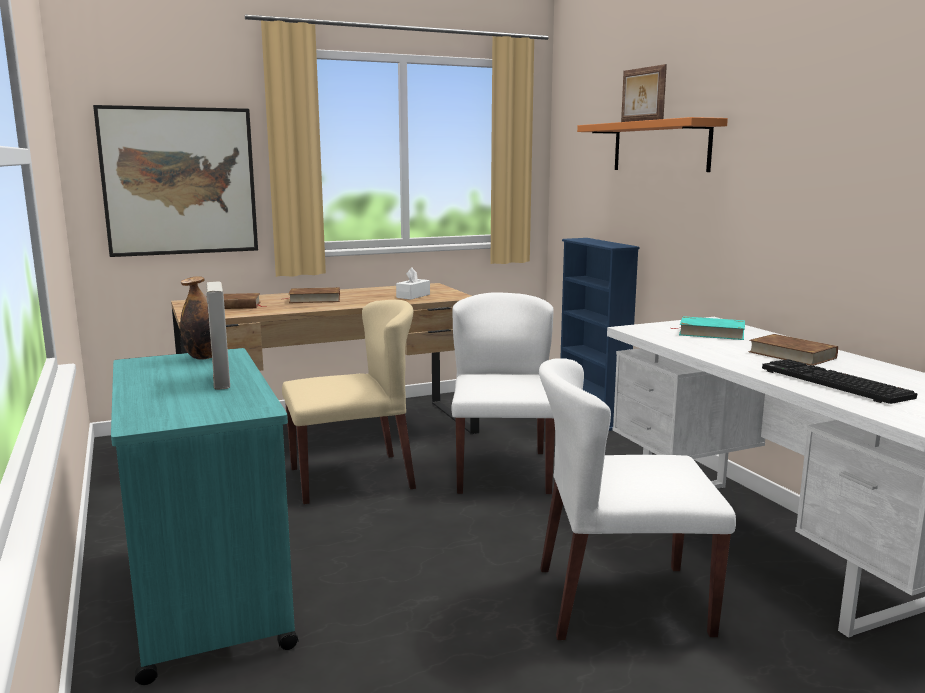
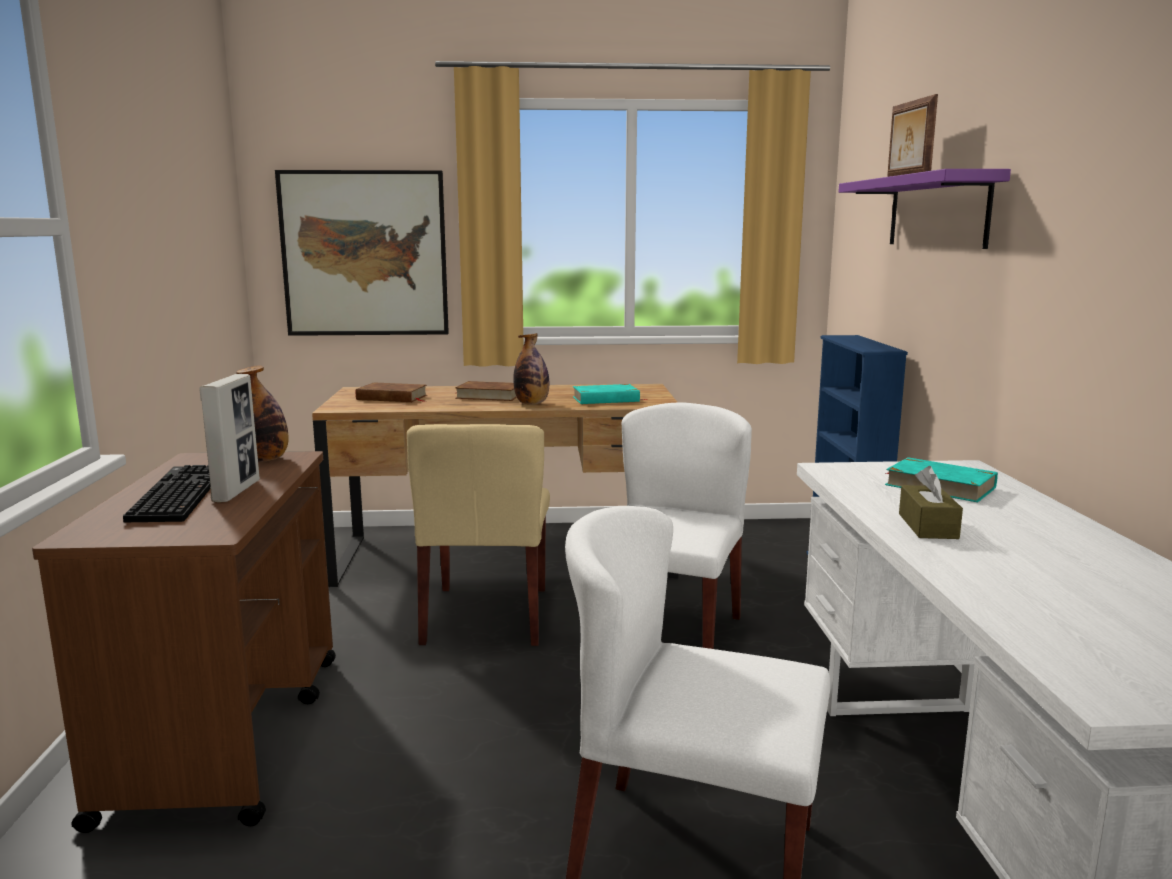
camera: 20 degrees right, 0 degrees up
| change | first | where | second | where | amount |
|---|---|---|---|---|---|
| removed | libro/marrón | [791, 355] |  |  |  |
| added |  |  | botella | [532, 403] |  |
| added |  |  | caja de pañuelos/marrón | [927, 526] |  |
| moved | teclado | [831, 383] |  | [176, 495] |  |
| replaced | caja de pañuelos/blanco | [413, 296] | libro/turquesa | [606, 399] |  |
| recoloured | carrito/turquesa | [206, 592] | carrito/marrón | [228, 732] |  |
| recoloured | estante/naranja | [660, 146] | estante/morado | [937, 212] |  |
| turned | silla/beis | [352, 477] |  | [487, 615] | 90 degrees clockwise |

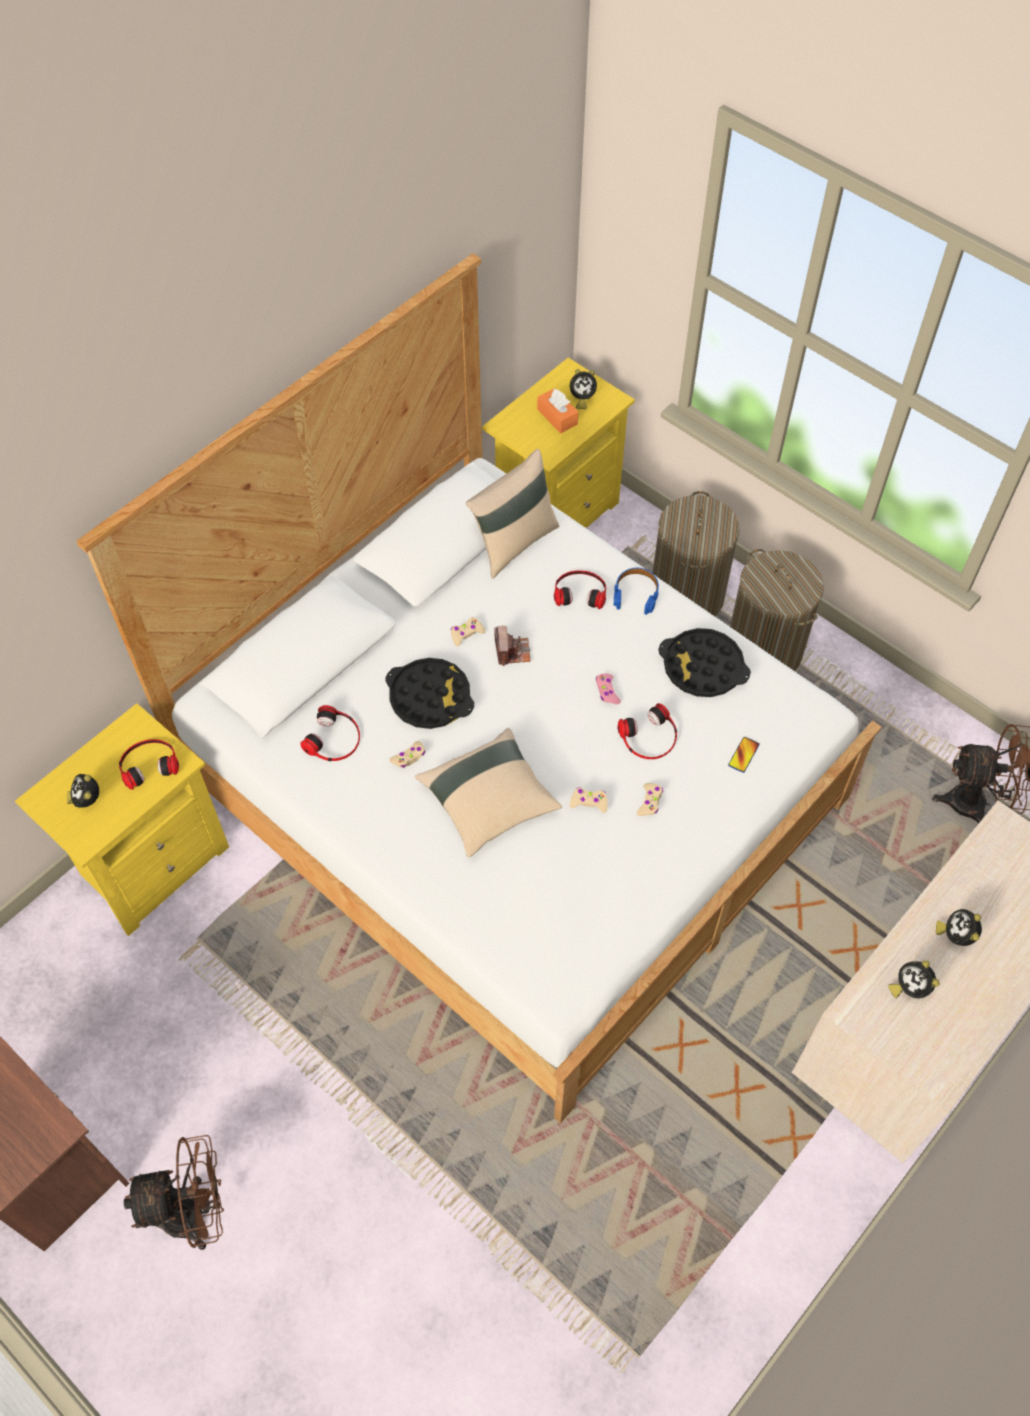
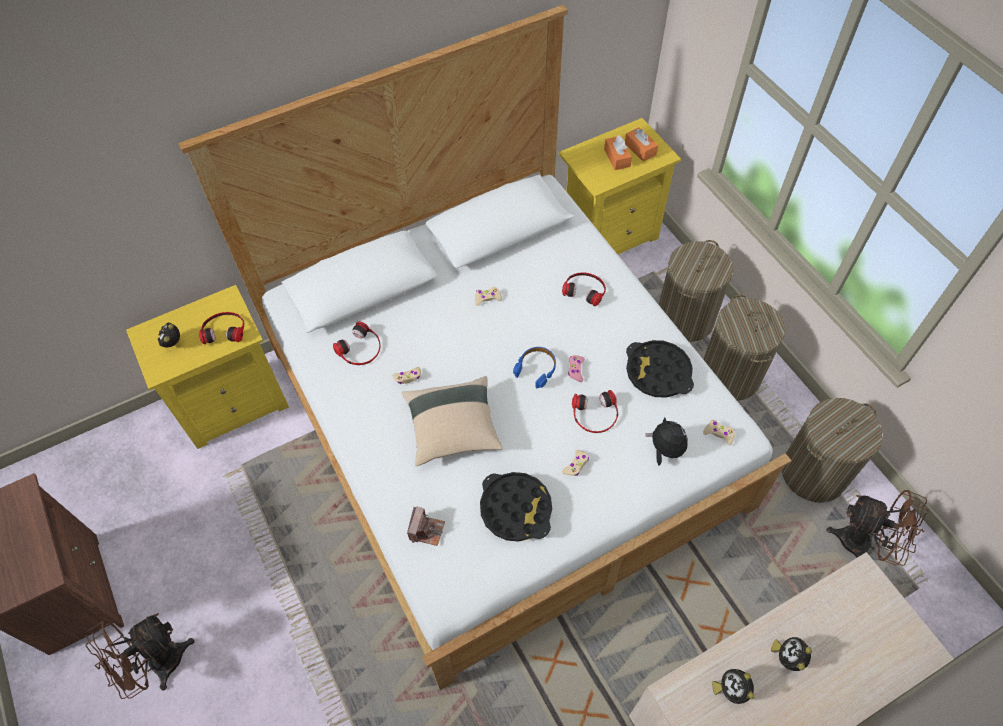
camera: 20 degrees right, 0 degrees up
| change | first | where | second | where | amount |
|---|---|---|---|---|---|
| removed | cojín/beis | [514, 542] |  |  |  |
| added |  |  | cesto de la ropa | [813, 472] |  |
| moved | bandeja/negro | [430, 698] |  | [516, 509] |  |
| moved | cámara | [512, 651] |  | [426, 530] |  |
| moved | mando de consola/beis | [589, 802] |  | [719, 433] |  |
| moved | auriculares/azul | [636, 594] |  | [536, 368] |  |
| replaced | despertador | [581, 399] | caja de pañuelos/naranja | [640, 149] |  |
| replaced | móvil | [743, 755] | peluche | [665, 450] |  |
| turned | ventilador/marrón | [195, 1214] |  | [157, 665] | 135 degrees clockwise |

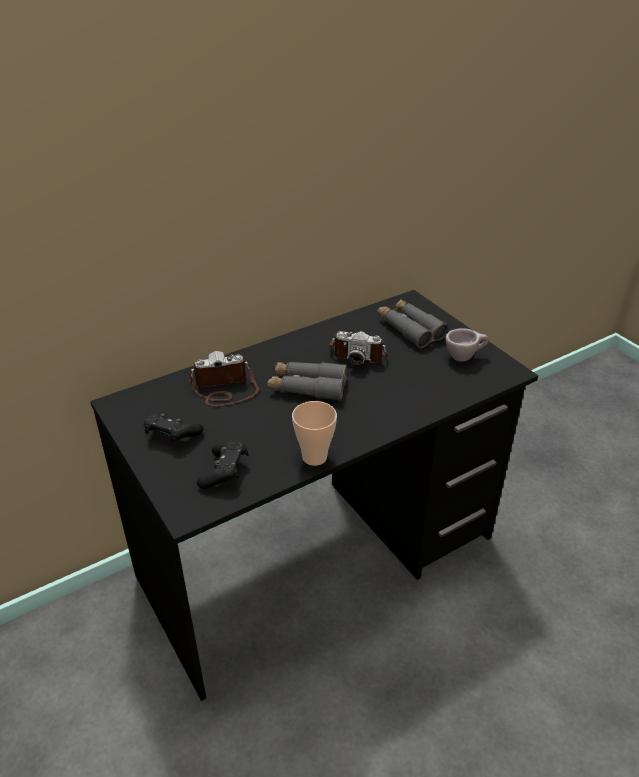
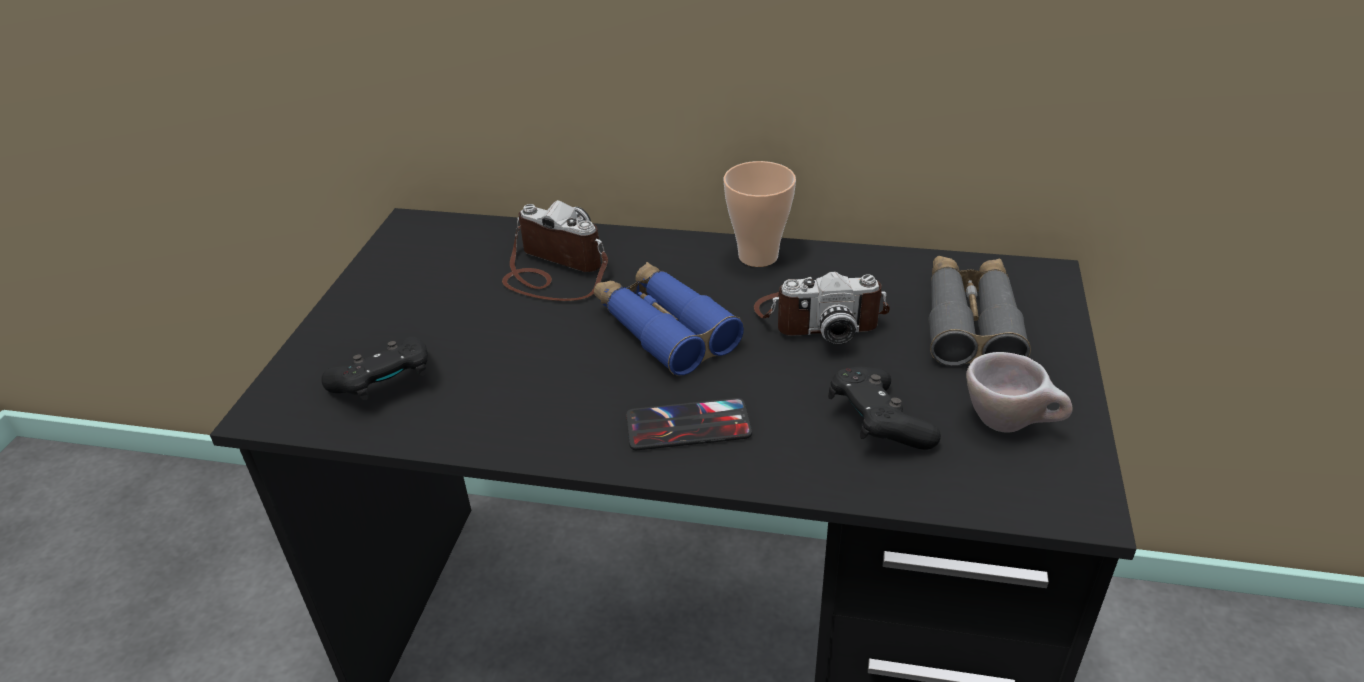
camera: 45 degrees right, 0 degrees up
| change | first | where | second | where | amount |
|---|---|---|---|---|---|
| added |  |  | móvil | [688, 426] |  |
| moved | mando de consola/negro | [172, 435] |  | [877, 424] |  |
| moved | taza | [314, 457] |  | [758, 256] |  |
| recoloured | prismáticos/gris | [307, 387] | prismáticos/azul | [664, 329] |  |
| turned | cámara | [358, 353] |  | [820, 317] | 60 degrees counterclockwise |

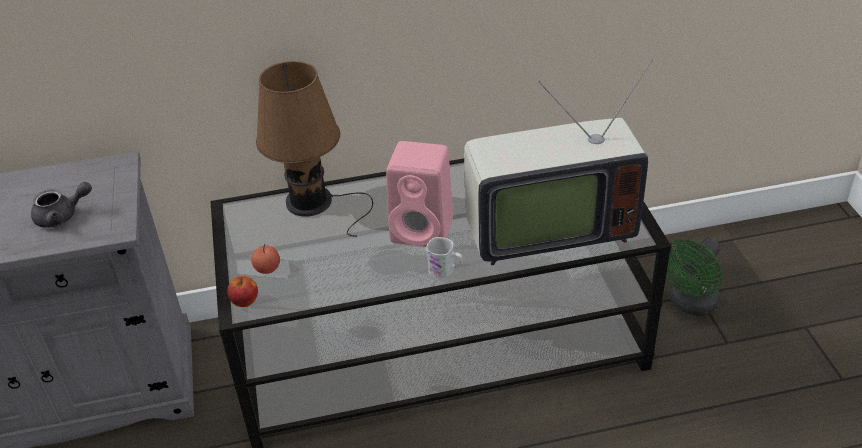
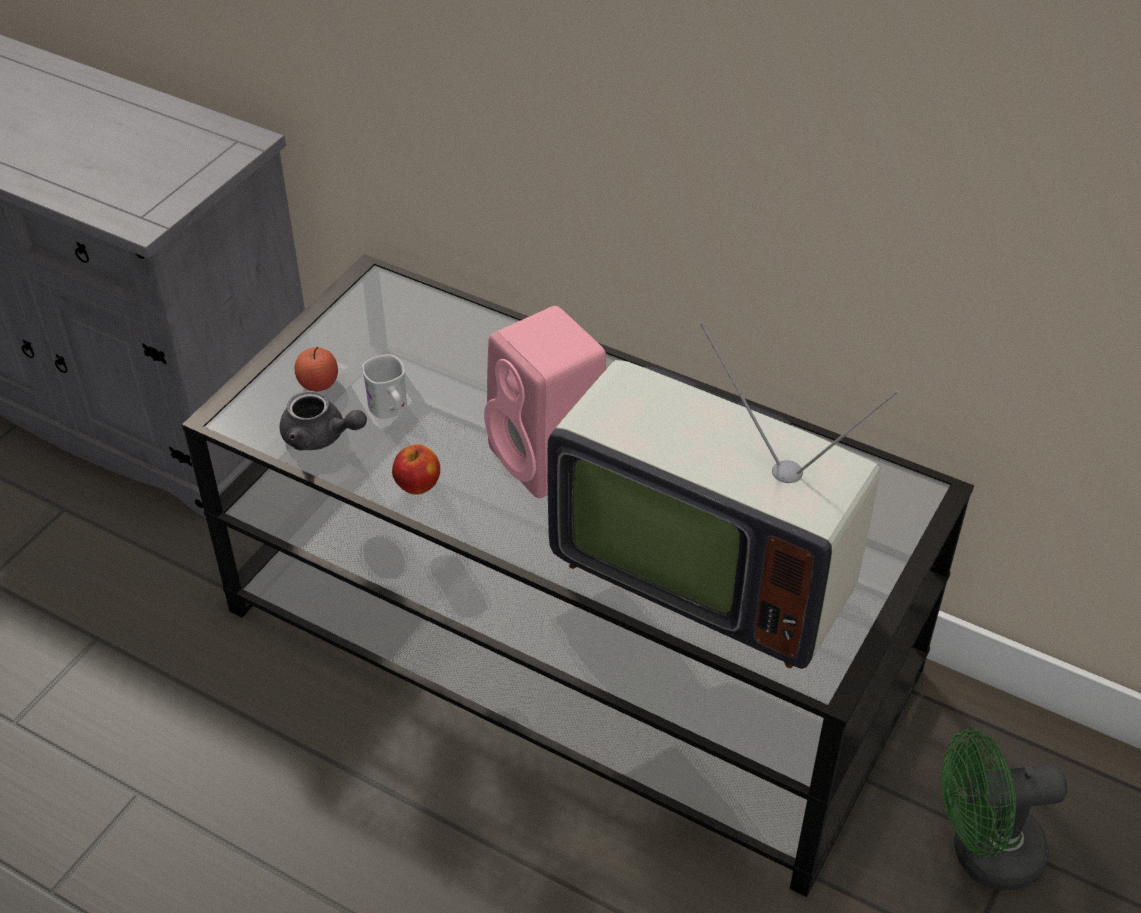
camera: 40 degrees right, 5 degrees up
| change | first | where | second | where | amount |
|---|---|---|---|---|---|
| removed | lámpara de mesa/marrón | [314, 203] |  |  |  |
| moved | tetera/gris | [62, 216] |  | [321, 437] |  |
| moved | manzana | [245, 301] |  | [417, 485] |  |
| moved | taza grande/blanco | [445, 270] |  | [390, 410] |  |

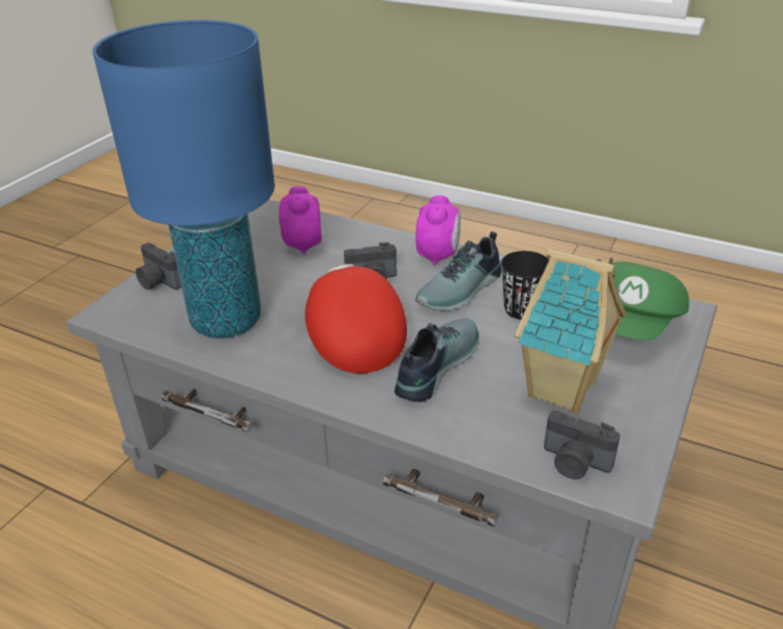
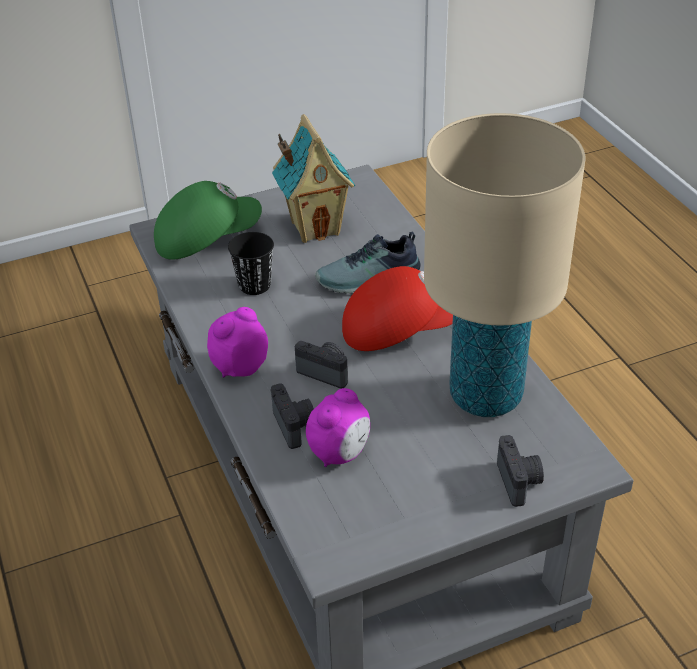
camera: 140 degrees left, 5 degrees up
| change | first | where | second | where | amount |
|---|---|---|---|---|---|
| removed | zapato | [462, 291] |  |  |  |
| moved | cámara | [574, 463] |  | [295, 426] |  |
| recoloured | lámpara de mesa/azul | [226, 321] | lámpara de mesa/beis | [486, 396] |  |
| turned | gorra/rojo | [352, 336] |  | [399, 329] | 120 degrees counterclockwise |

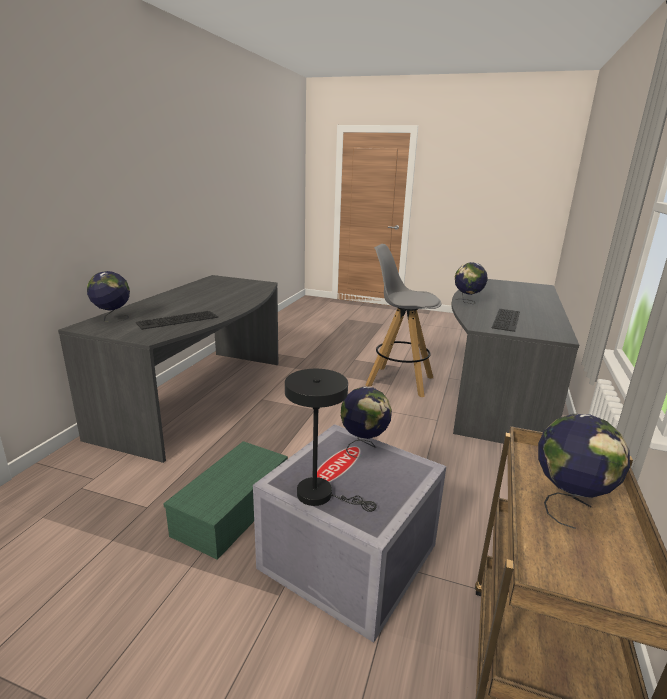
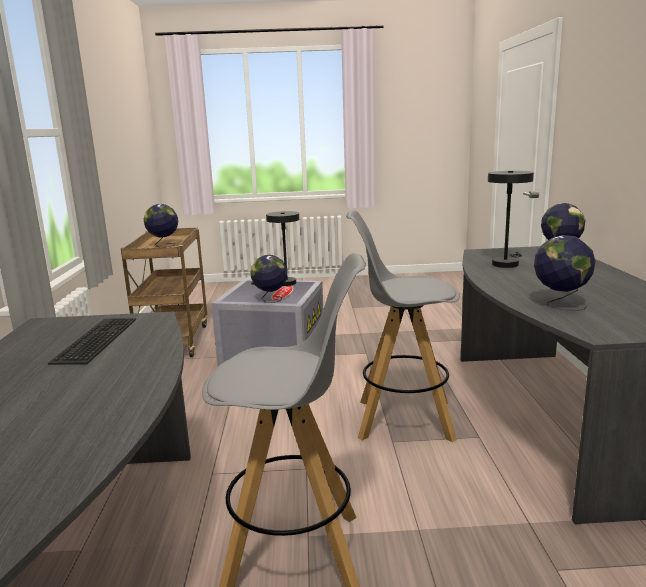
camera: 160 degrees right, 5 degrees down
| change | first | where | second | where | amount |
|---|---|---|---|---|---|
| removed | caja de almacenaje/verde | [232, 511] |  |  |  |
| added |  |  | taburete/gris | [403, 419] |  |
| moved | globo terráqueo | [467, 302] |  | [560, 305] |  |
| replaced | teclado | [177, 320] | lámpara de mesa/negro | [506, 263] |  |

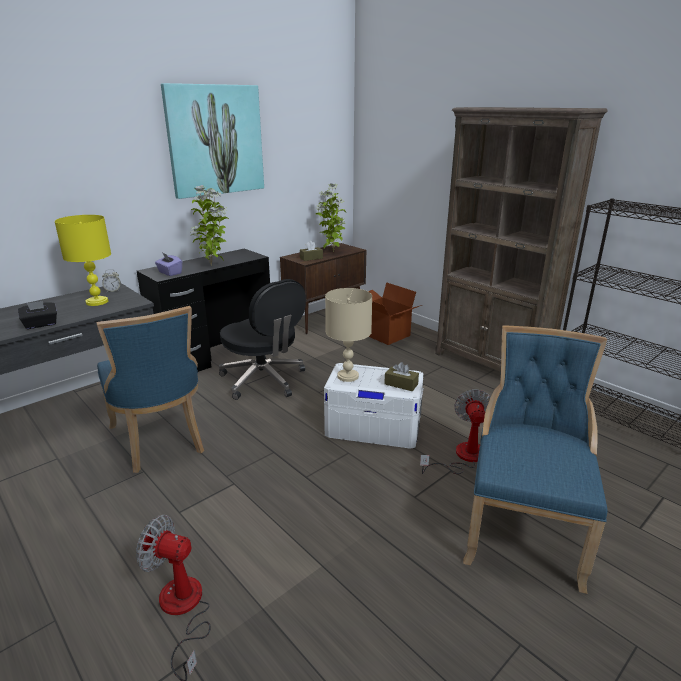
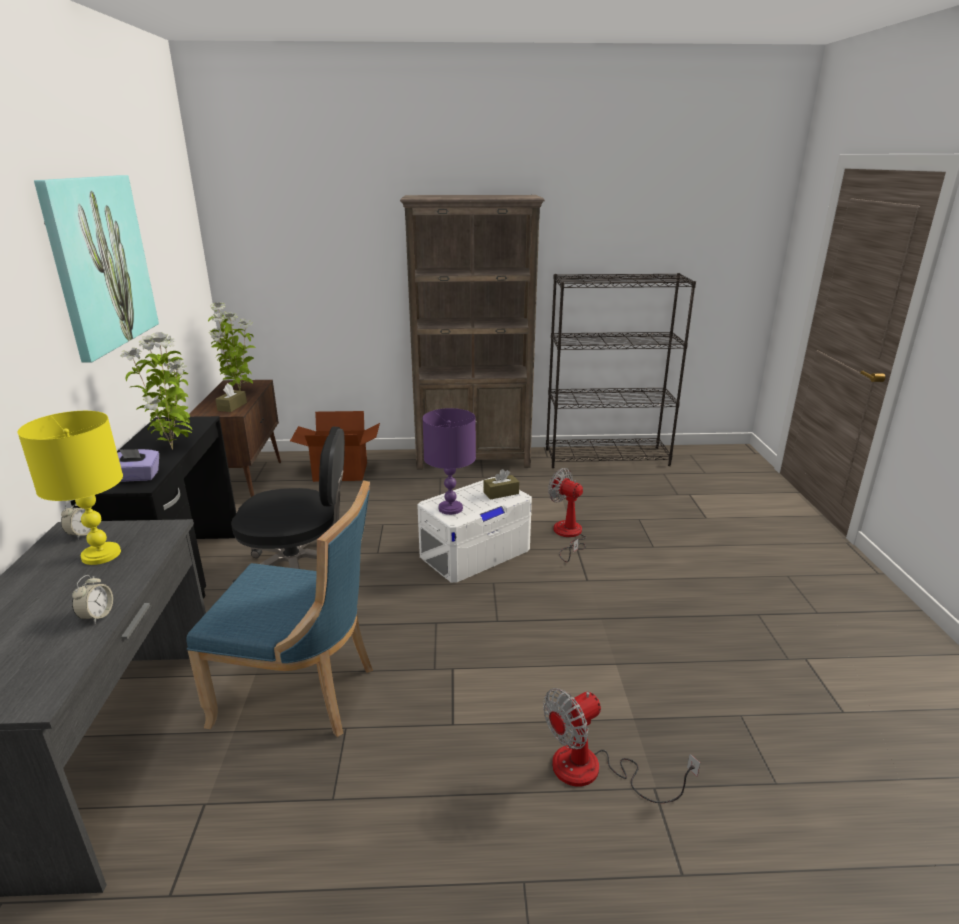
camera: 50 degrees left, 0 degrees up
| change | first | where | second | where | amount |
|---|---|---|---|---|---|
| removed | silla/azul | [523, 528] |  |  |  |
| replaced | caja de pañuelos/negro | [41, 324] | despertador | [97, 616] |  |
| recoloured | lámpara de mesa/beis | [348, 376] | lámpara de mesa/morado | [451, 508] |  |

